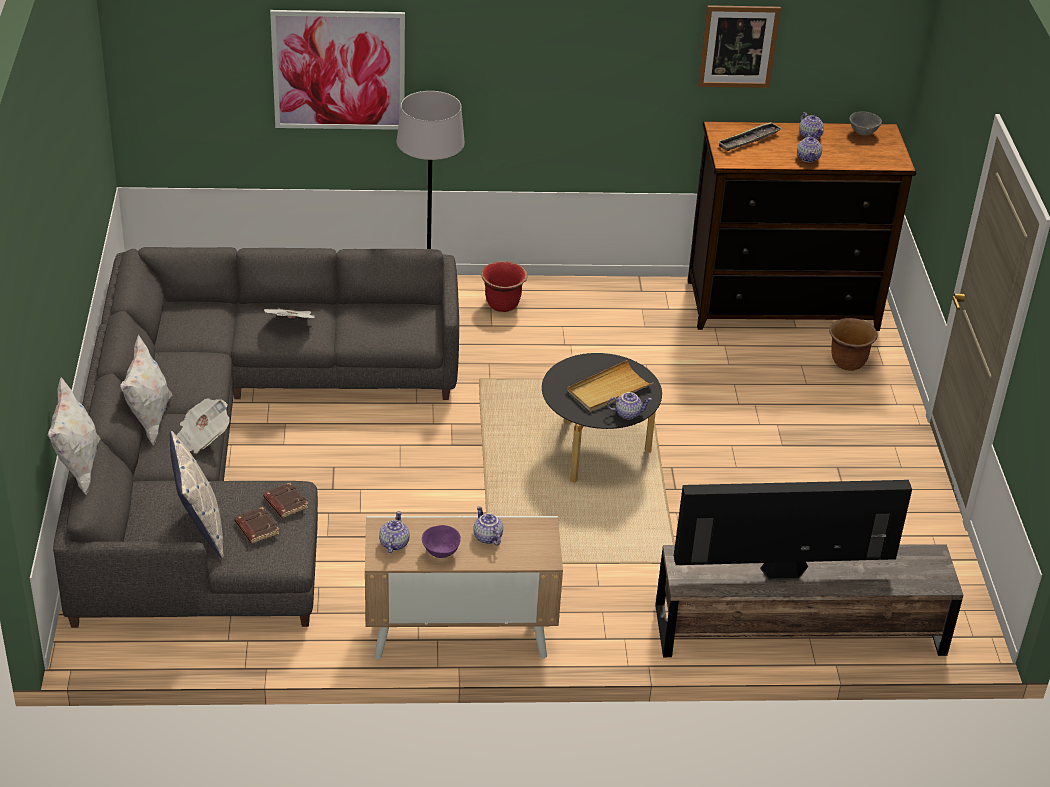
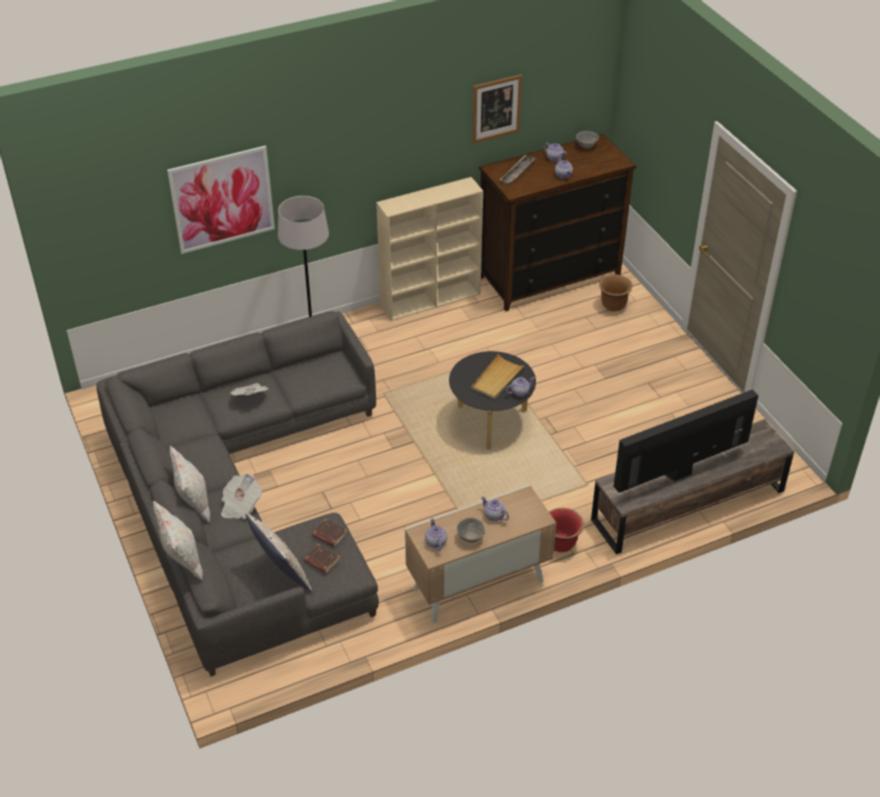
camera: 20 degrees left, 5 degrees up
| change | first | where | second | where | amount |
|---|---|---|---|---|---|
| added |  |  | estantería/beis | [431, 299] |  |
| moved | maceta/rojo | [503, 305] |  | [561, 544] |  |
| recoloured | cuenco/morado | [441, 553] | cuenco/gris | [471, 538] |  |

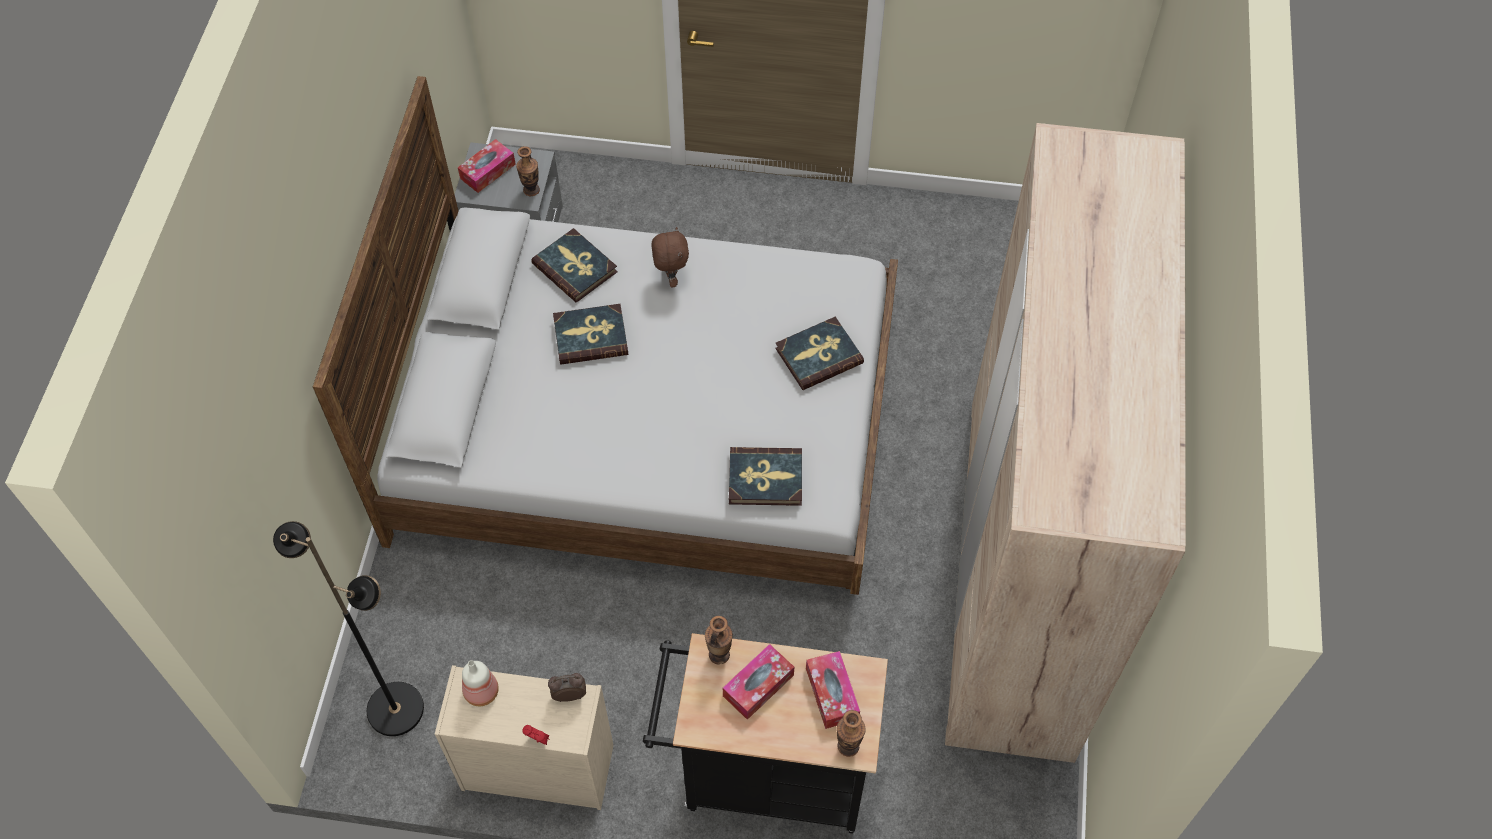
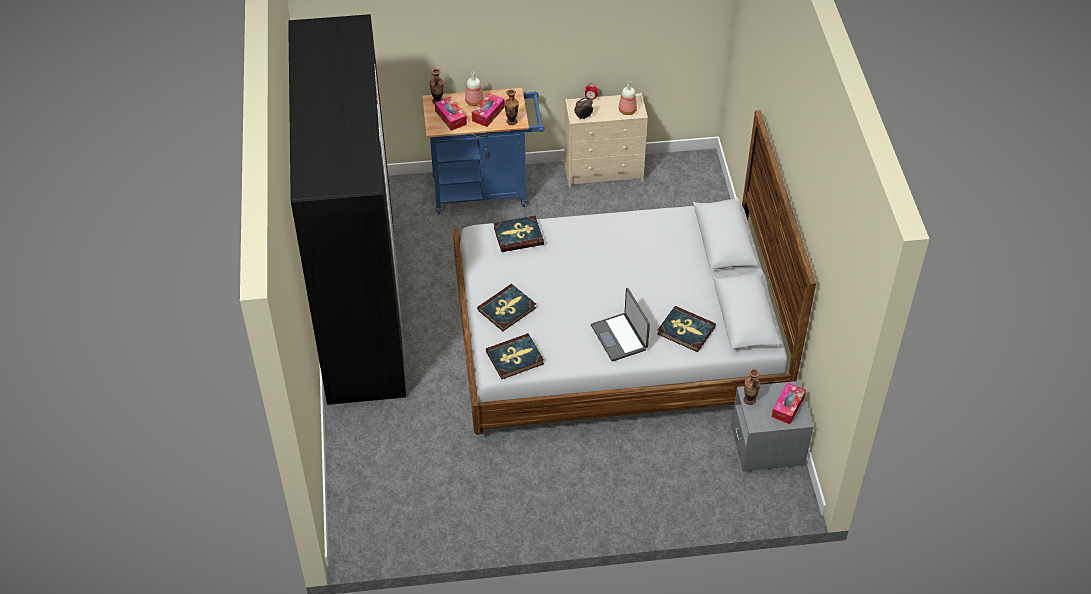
camera: 165 degrees right, 10 degrees down
| change | first | where | second | where | amount |
|---|---|---|---|---|---|
| removed | lámpara de pie/negro | [395, 708] |  |  |  |
| added |  |  | botella | [475, 101] |  |
| moved | libro | [590, 336] |  | [515, 358] |  |
| replaced | peluche/marrón | [671, 277] | portátil | [620, 337] |  |
| recoloured | carrito/negro | [764, 774] | carrito/azul | [485, 191] |  |
| recoloured | armario ropero/beis | [1019, 572] | armario ropero/negro | [362, 307] |  |

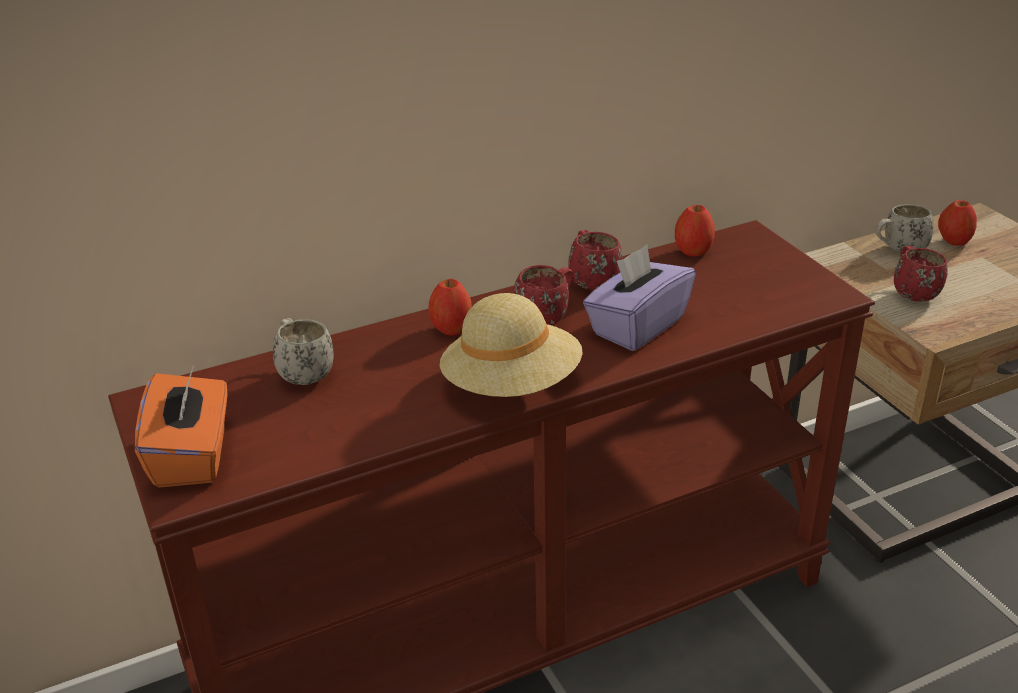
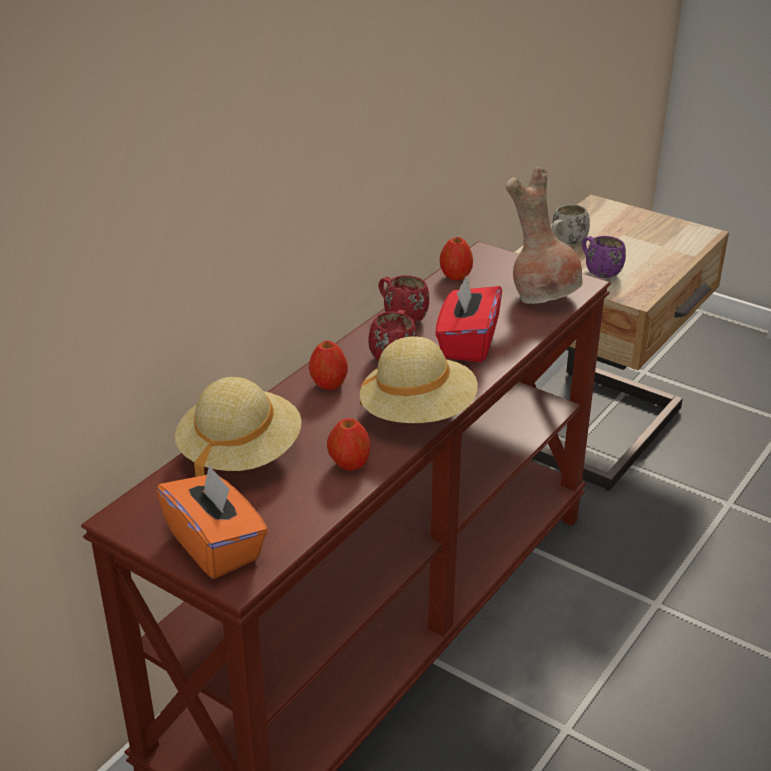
camera: 30 degrees left, 0 degrees up
| change | first | where | second | where | amount |
|---|---|---|---|---|---|
| added |  |  | florero/marrón | [543, 296] |  |
| moved | manzana | [953, 241] |  | [349, 464] |  |
| replaced | taza grande/blanco | [302, 372] | sombrero/beis | [240, 453] |  |
| recoloured | caja de pañuelos/morado | [637, 326] | caja de pañuelos/rojo | [467, 343] |  |
| recoloured | taza grande/rojo | [911, 292] | taza grande/morado | [598, 272] |  |

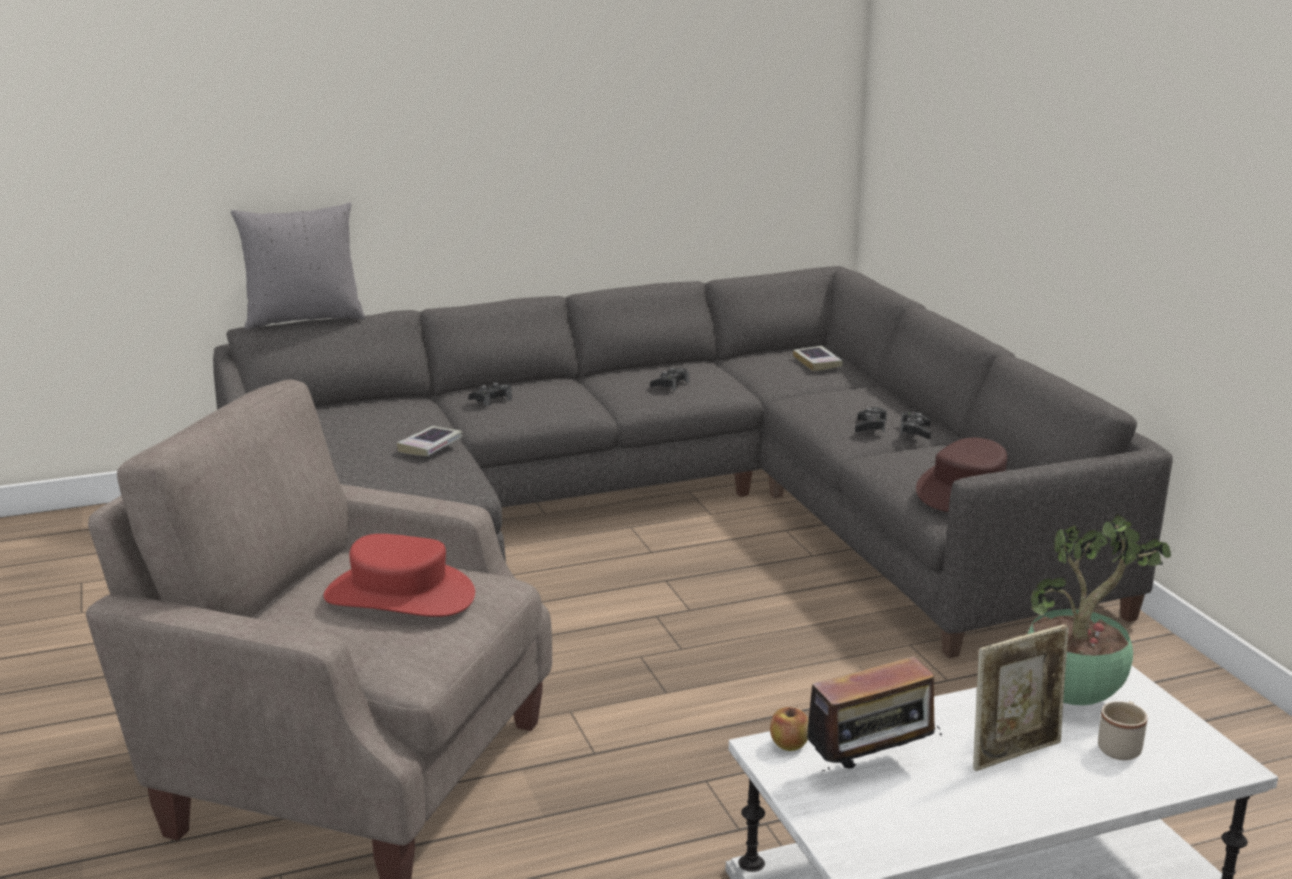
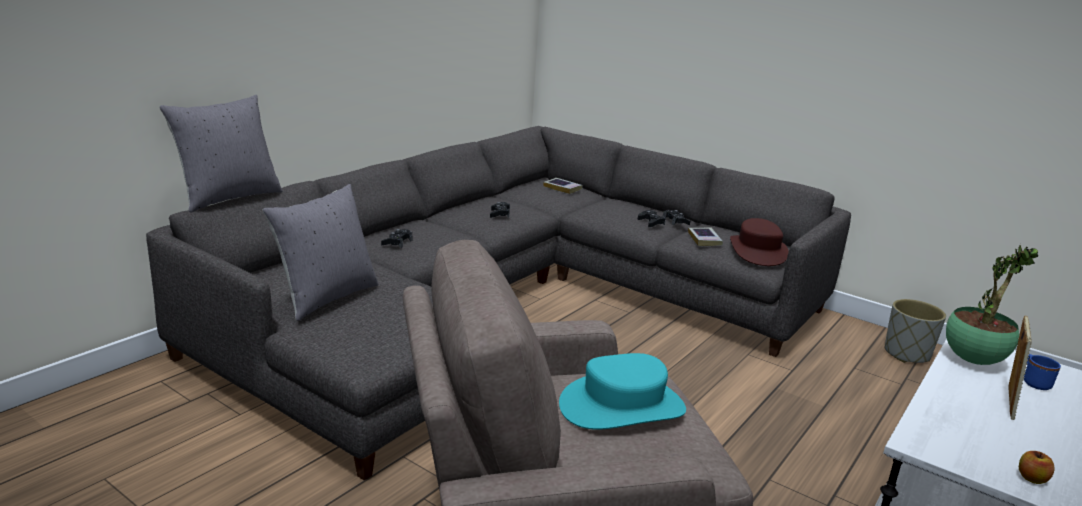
camera: 35 degrees left, 0 degrees up
| change | first | where | second | where | amount |
|---|---|---|---|---|---|
| removed | radio | [871, 768] |  |  |  |
| added |  |  | cojín/gris | [326, 297] |  |
| added |  |  | maceta/gris | [907, 354] |  |
| moved | libro | [430, 446] |  | [704, 240] |  |
| moved | manzana | [789, 745] |  | [1032, 478] |  |
| recoloured | sombrero/rojo | [400, 595] | sombrero/turquesa | [622, 406] |  |
| recoloured | taza grande/beis | [1121, 746] | taza grande/azul | [1034, 382] |  |

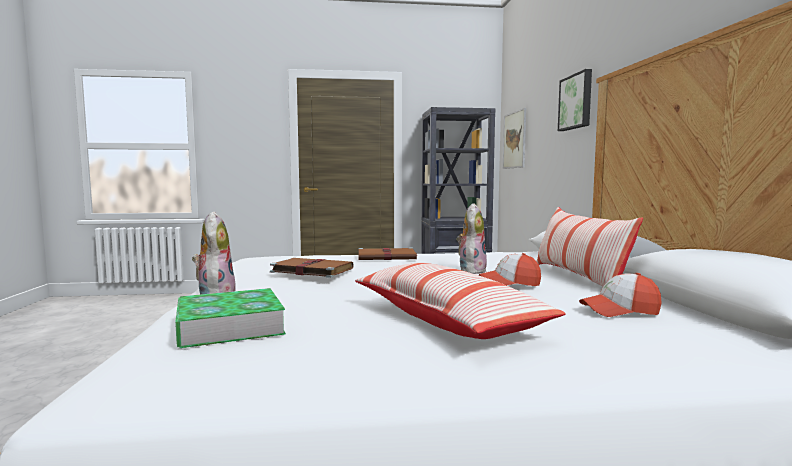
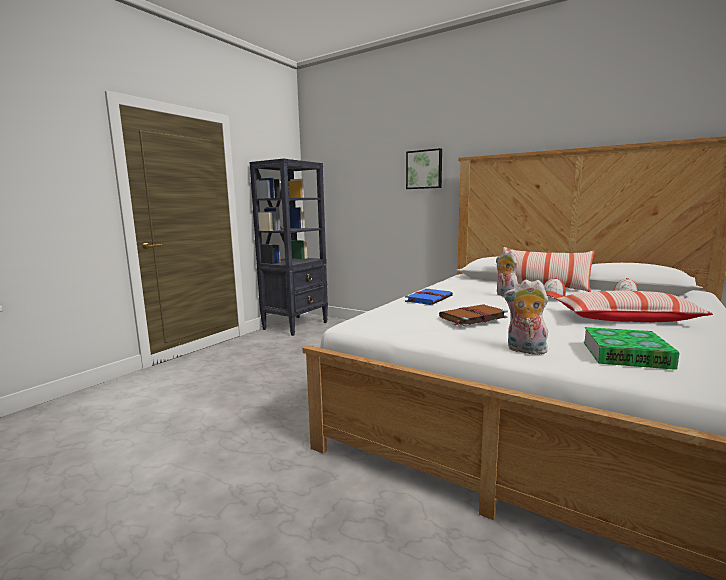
camera: 50 degrees left, 5 degrees up
| change | first | where | second | where | amount |
|---|---|---|---|---|---|
| removed | cuadro | [514, 140] |  |  |  |
| recoloured | libro/marrón | [387, 257] | libro/azul | [429, 299] |  |

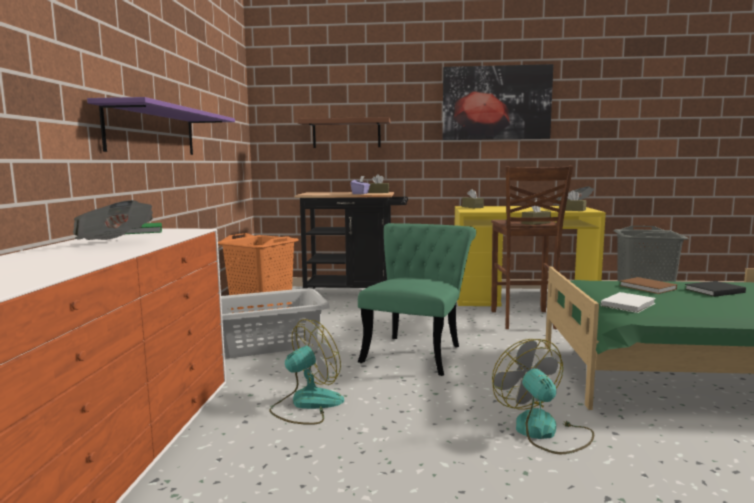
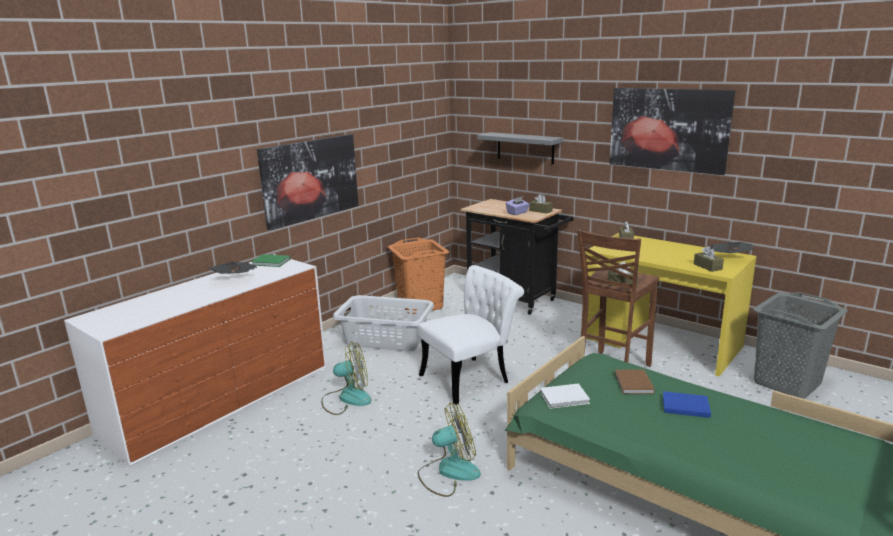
camera: 35 degrees right, 10 degrees up
| change | first | where | second | where | amount |
|---|---|---|---|---|---|
| replaced | estante/morado | [153, 132] | cuadro | [310, 179] |  |
| recoloured | estante/marrón | [346, 133] | estante/gris | [525, 148] |  |
| recoloured | silla/verde | [417, 352] | silla/blanco | [471, 378] |  |
| recoloured | libro/negro | [713, 291] | libro/azul | [684, 406] |  |
| turned | ventilador | [544, 432] |  | [448, 472] | 60 degrees clockwise |

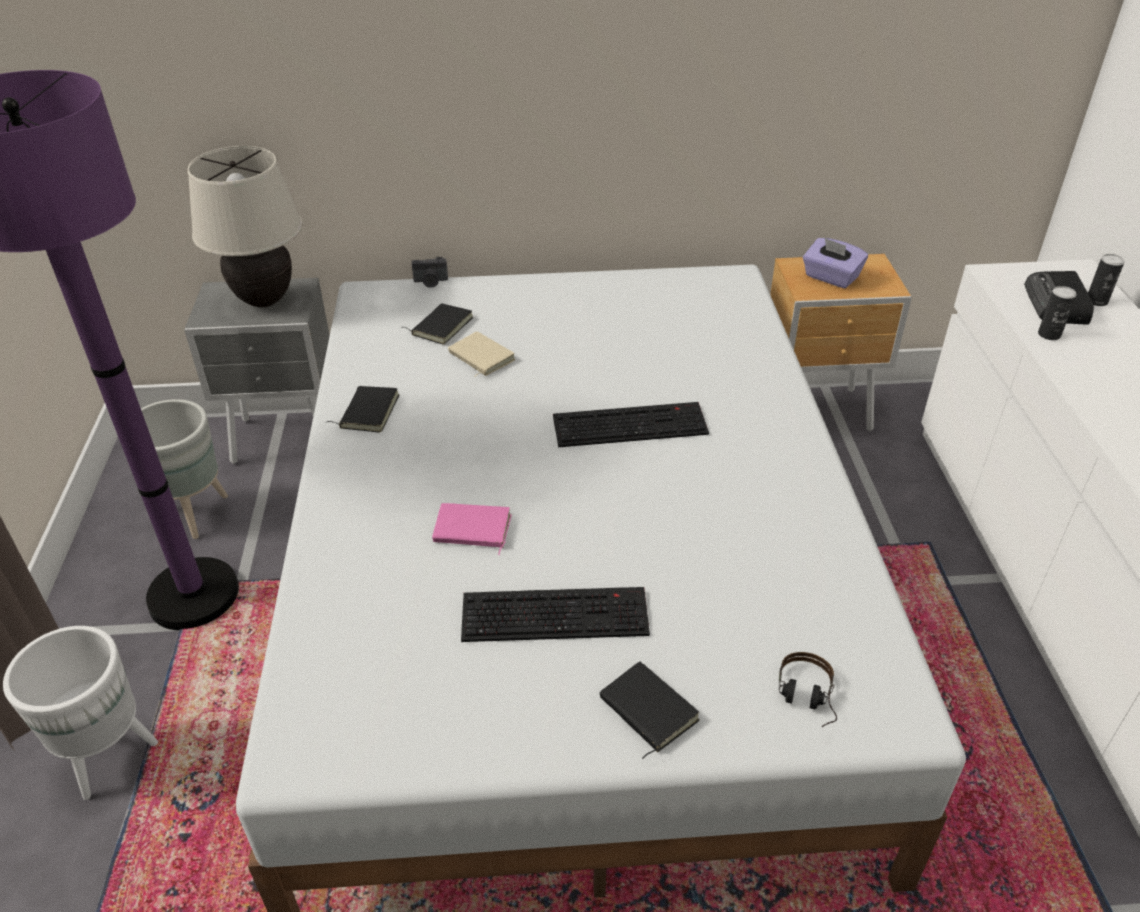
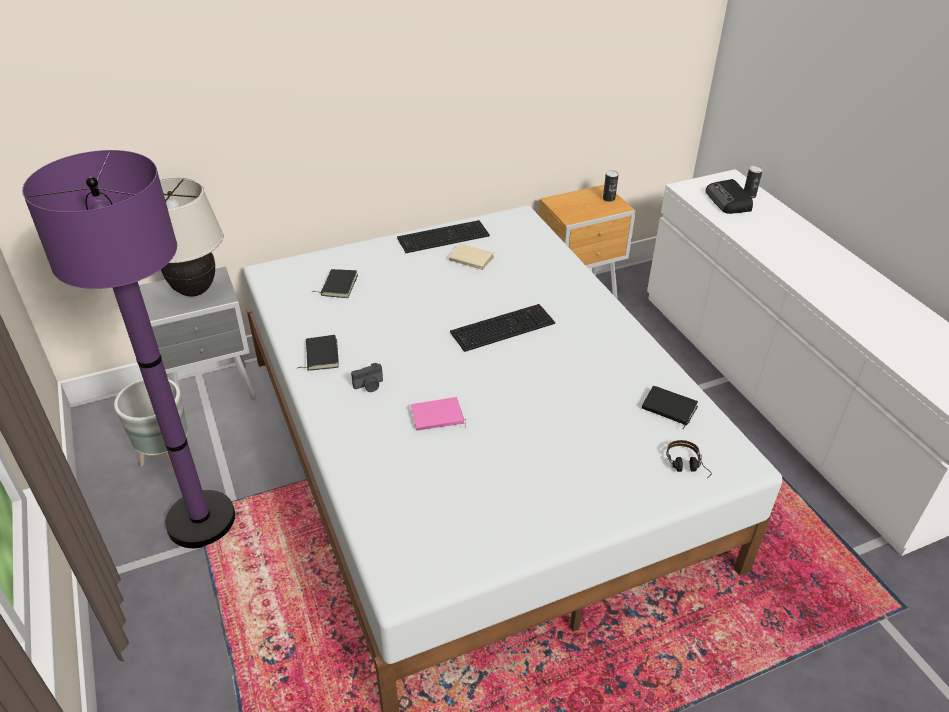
camera: 20 degrees left, 0 degrees up
| change | first | where | second | where | amount |
|---|---|---|---|---|---|
| removed | maceta/blanco | [110, 756] |  |  |  |
| removed | caja de pañuelos/morado | [831, 277] |  |  |  |
| moved | cámara | [431, 282] |  | [369, 386] |  |
| moved | libro/beis | [479, 358] |  | [470, 260] |  |
| moved | teclado | [557, 613] |  | [444, 236] |  |
| moved | libro/negro | [646, 711] |  | [668, 409] |  |
| moved | lata | [1049, 334] |  | [608, 198] |  |

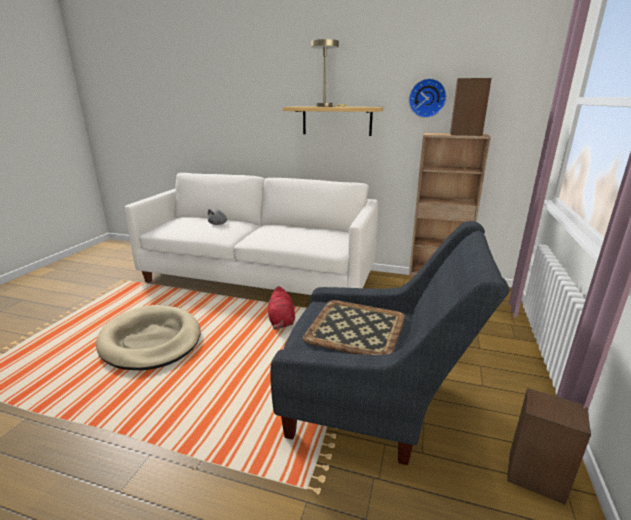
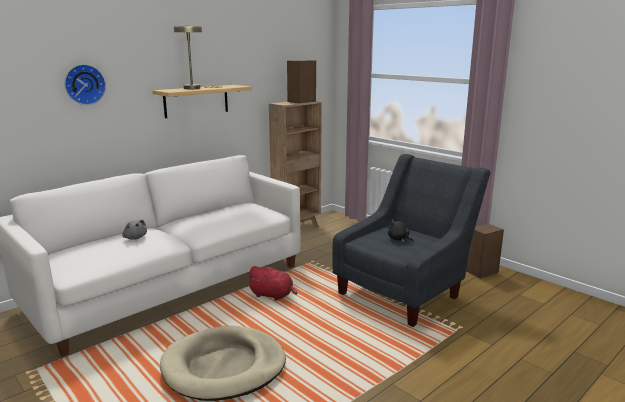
camera: 60 degrees left, 5 degrees down
| change | first | where | second | where | amount |
|---|---|---|---|---|---|
| moved | reloj de pared | [427, 98] |  | [84, 84] |  |
| replaced | bandeja | [355, 328] | peluche/negro | [399, 239] |  |

